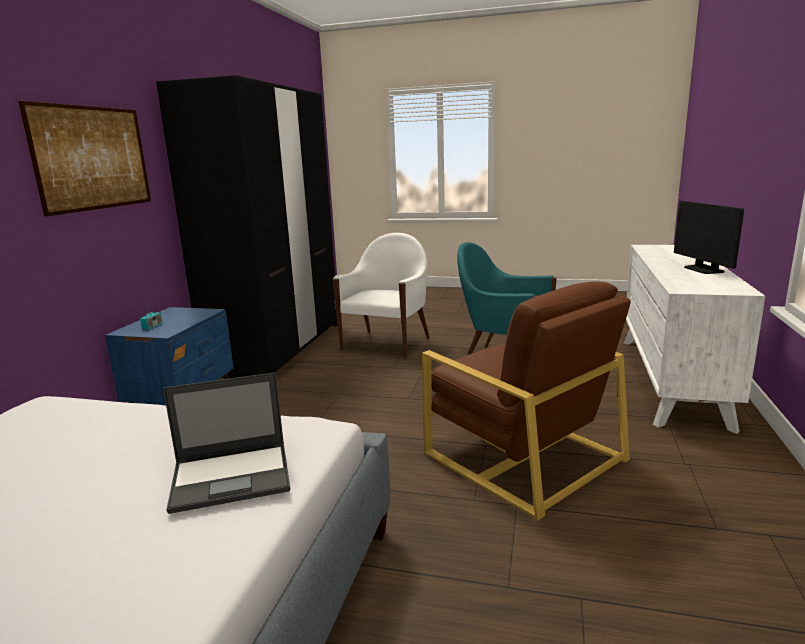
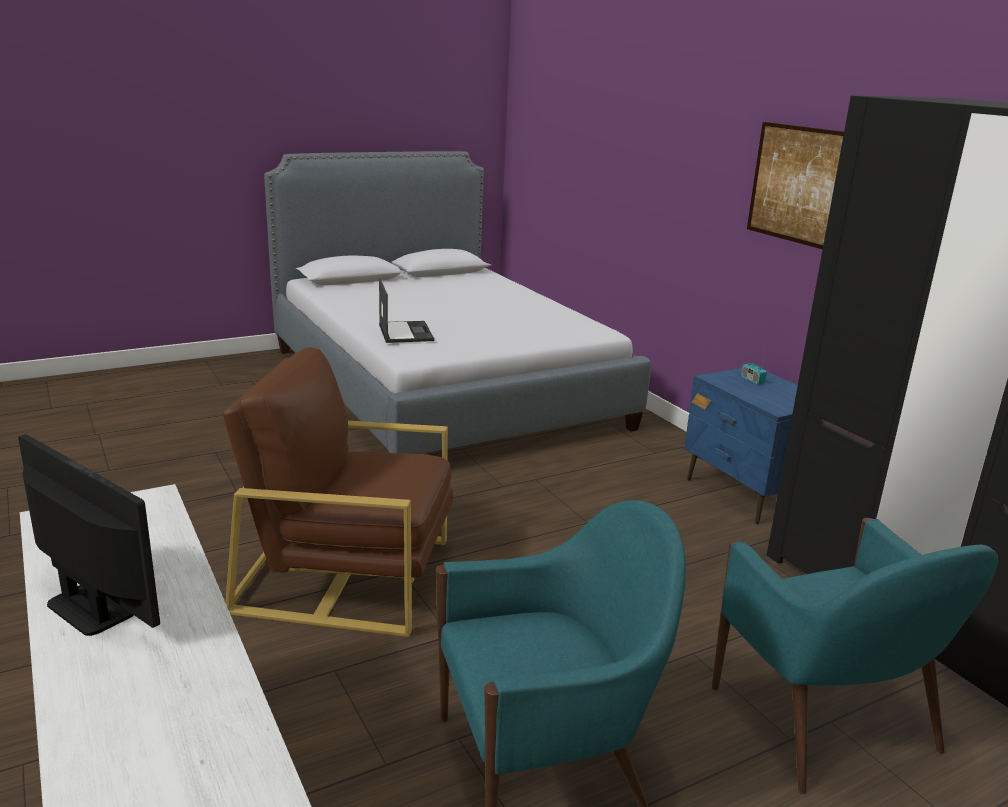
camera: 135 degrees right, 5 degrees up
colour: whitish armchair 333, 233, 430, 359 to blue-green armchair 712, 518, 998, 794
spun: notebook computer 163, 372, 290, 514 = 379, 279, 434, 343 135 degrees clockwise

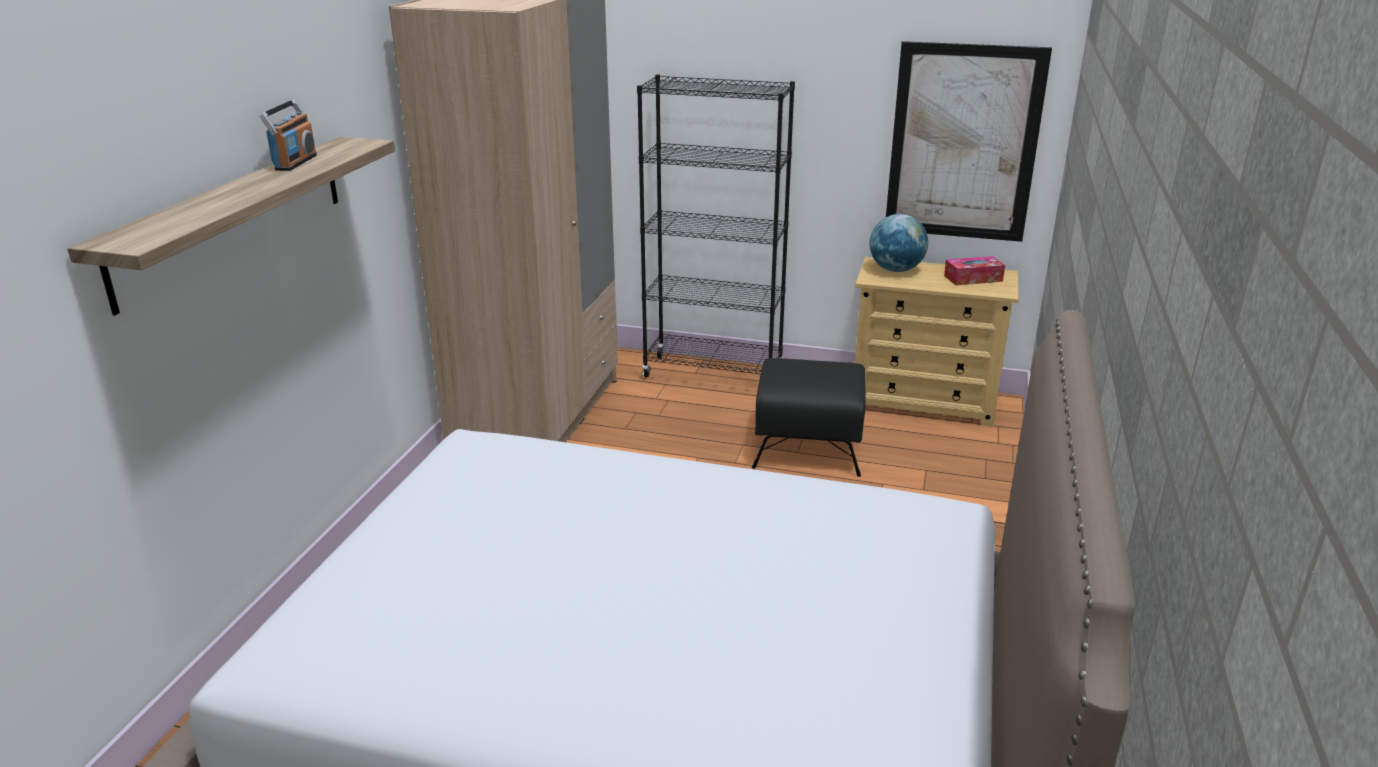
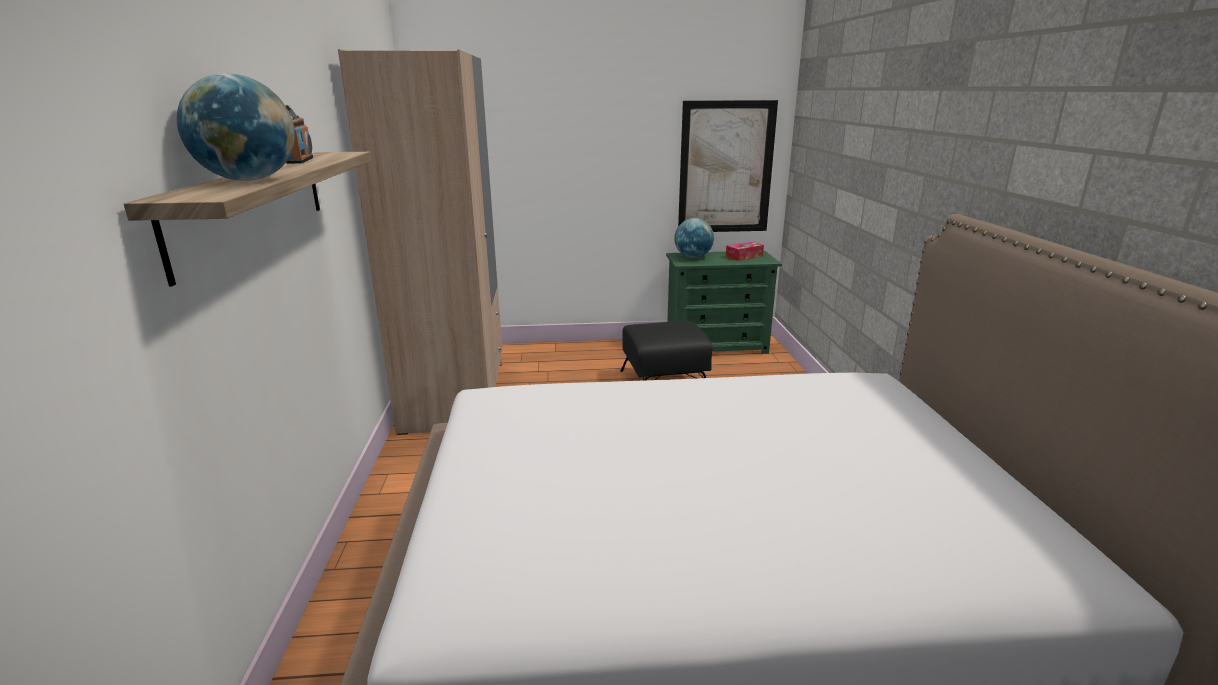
camera: 20 degrees left, 5 degrees down
missing: blackish bookshelf 637, 74, 795, 378
appeared: world globe 177, 73, 295, 181
colour: beige chest of drawers 855, 257, 1019, 427 to green chest of drawers 666, 251, 782, 354

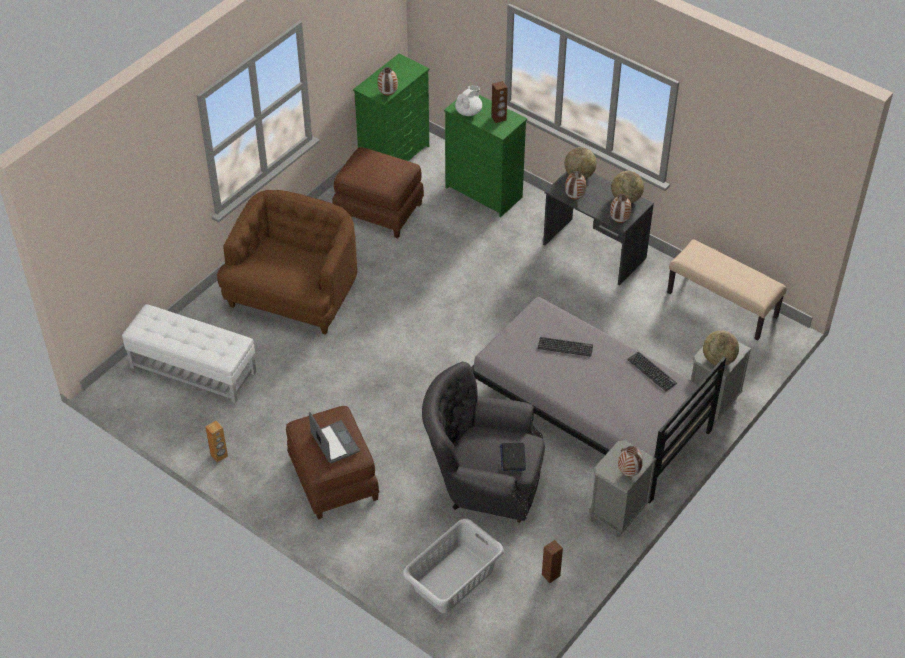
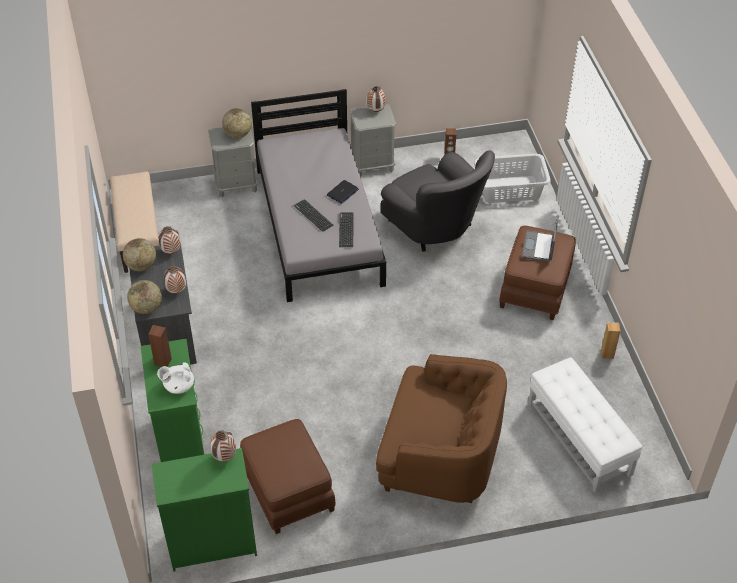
camera: 140 degrees left, 0 degrees up
relocated: keyboard 627, 352, 677, 391 to 339, 212, 354, 247; notebook computer 500, 443, 526, 471 to 327, 180, 359, 204
spun: brown-coloured armchair 217, 190, 357, 335 = 376, 354, 507, 503 135 degrees counterclockwise

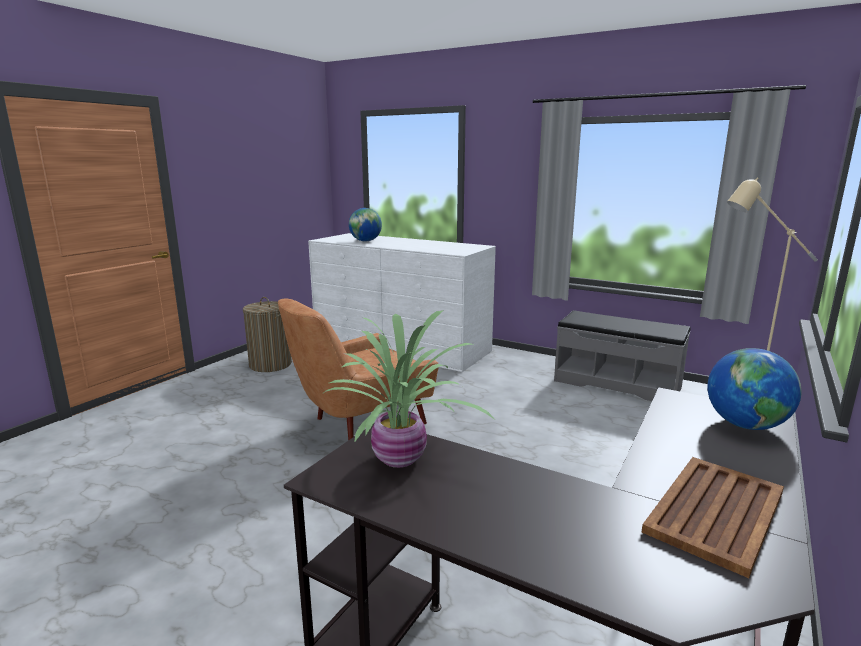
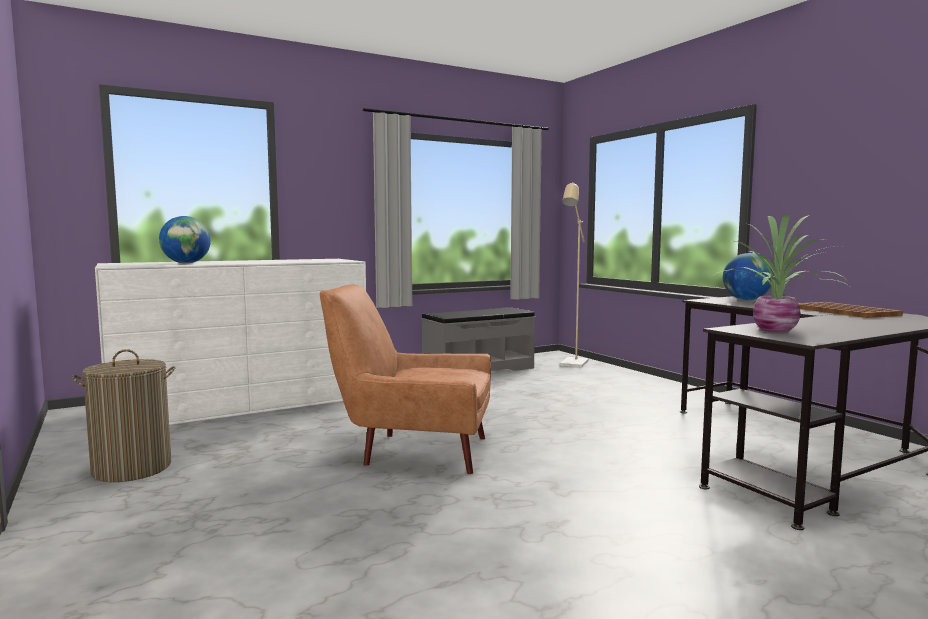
camera: 60 degrees left, 10 degrees down
spun: brown-coloured armchair 278, 299, 439, 441 = 320, 285, 491, 474 105 degrees clockwise

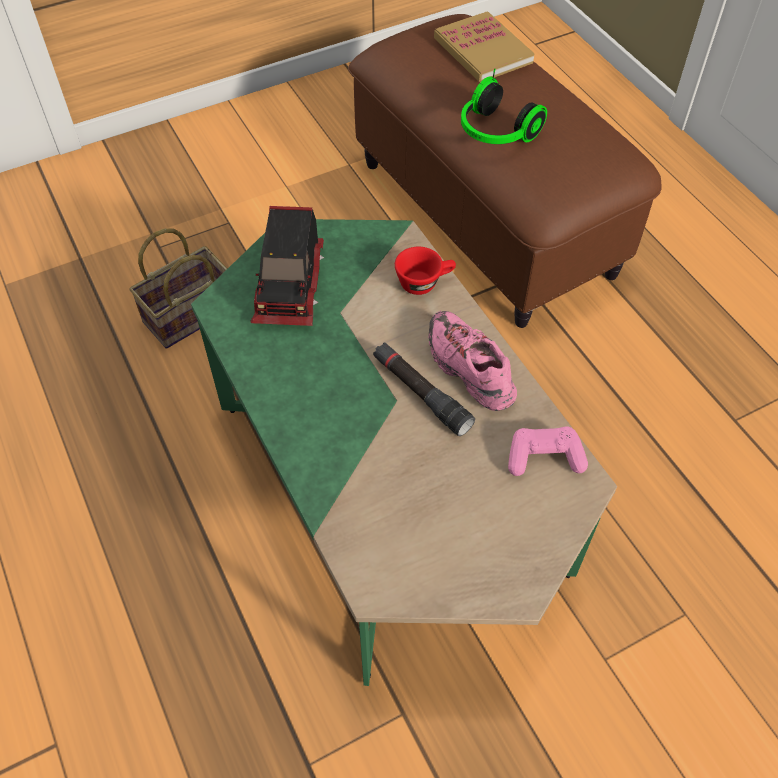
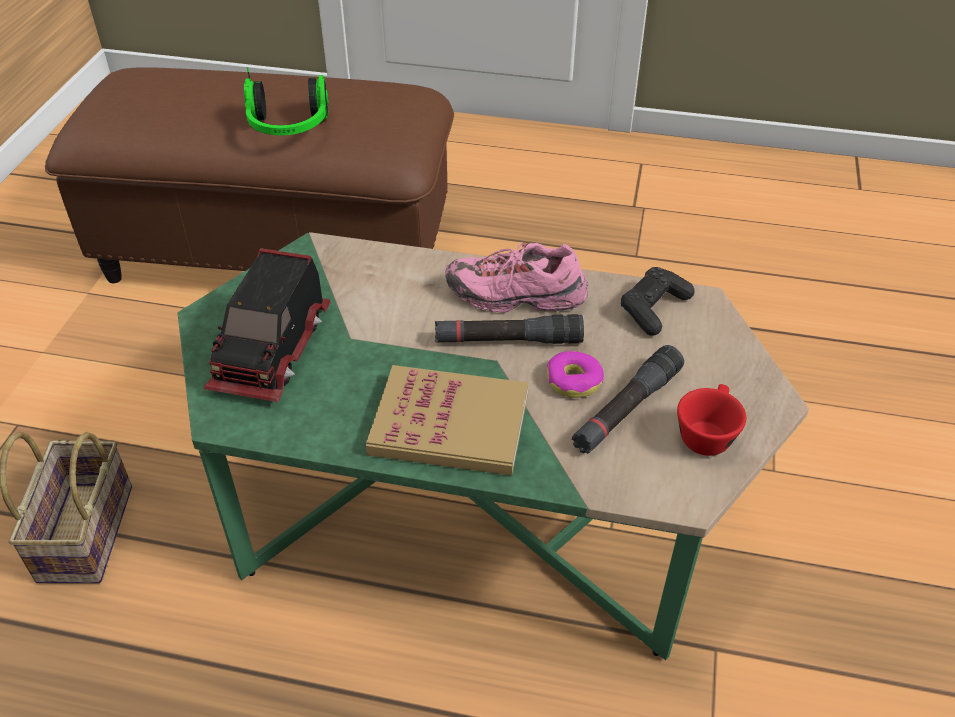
camera: 50 degrees left, 10 degrees down
appeared: blackish flashlight 572, 345, 684, 454; donut 547, 351, 604, 398
relocated: bound book 434, 11, 535, 82 to 366, 365, 528, 476; red drinking cup 395, 247, 456, 295 to 677, 384, 746, 456
colour: pink joypad 508, 426, 588, 476 to blackish joypad 621, 267, 695, 336
spun: toy lorry 250, 206, 324, 326 = 203, 248, 331, 402 60 degrees clockwise

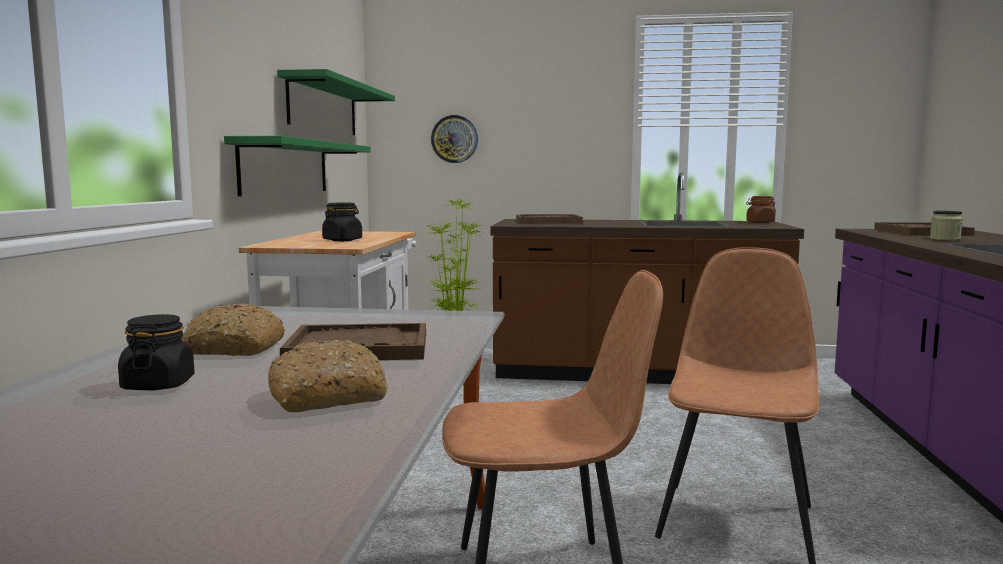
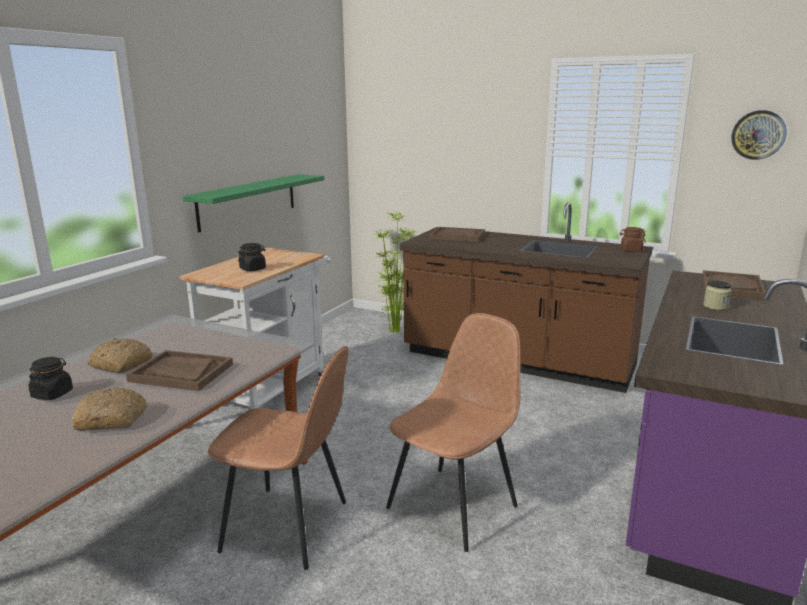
camera: 20 degrees right, 10 degrees up
missing: green wall shelf 277, 69, 395, 135
relocated: wall clock 431, 115, 478, 163 to 731, 110, 787, 160

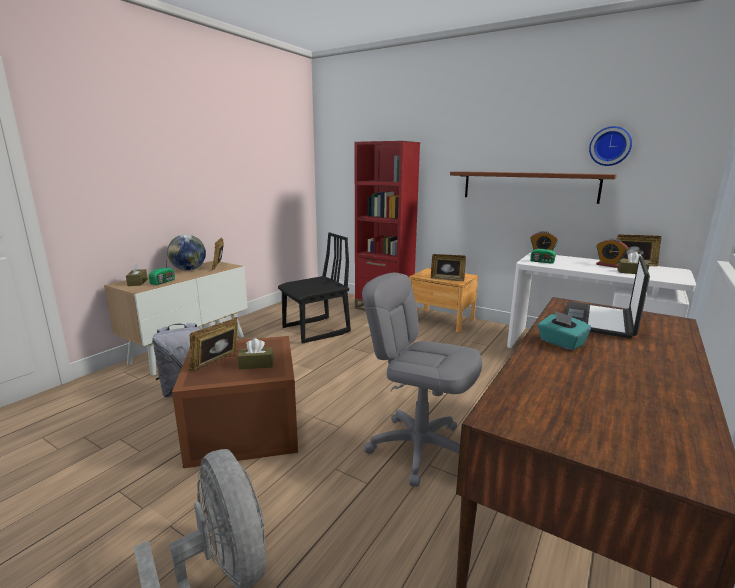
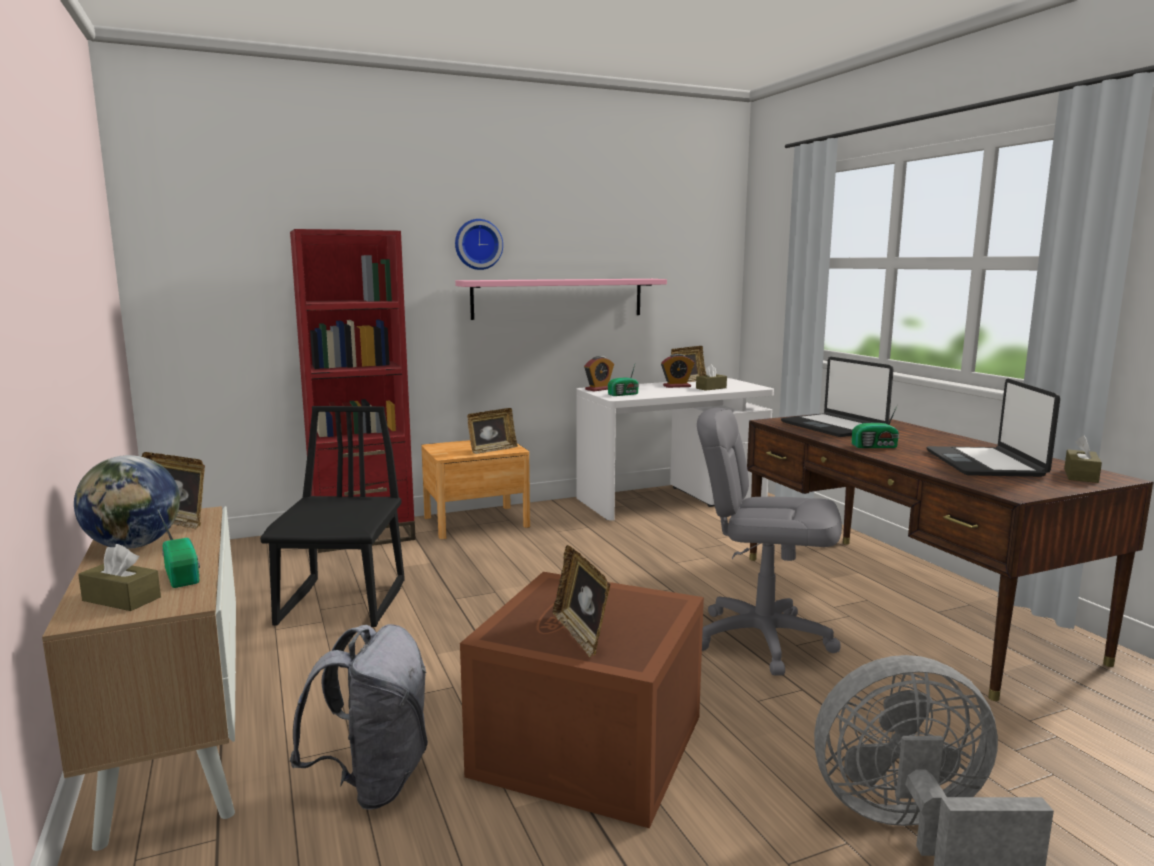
camera: 55 degrees left, 5 degrees down
appeared: notebook computer 927, 378, 1060, 477
relocated: wall clock 589, 126, 632, 166 to 455, 219, 503, 270; brown-coloured box of tissues 237, 338, 274, 369 to 1064, 436, 1102, 483
exchanged: blue-green box of tissues 538, 311, 591, 350 to radio set 852, 404, 899, 448
colour: brown-coloured wall shelf 450, 171, 617, 204 to pink wall shelf 455, 279, 667, 320
spun: grey office chair 362, 273, 482, 487 = 697, 408, 842, 675 45 degrees clockwise

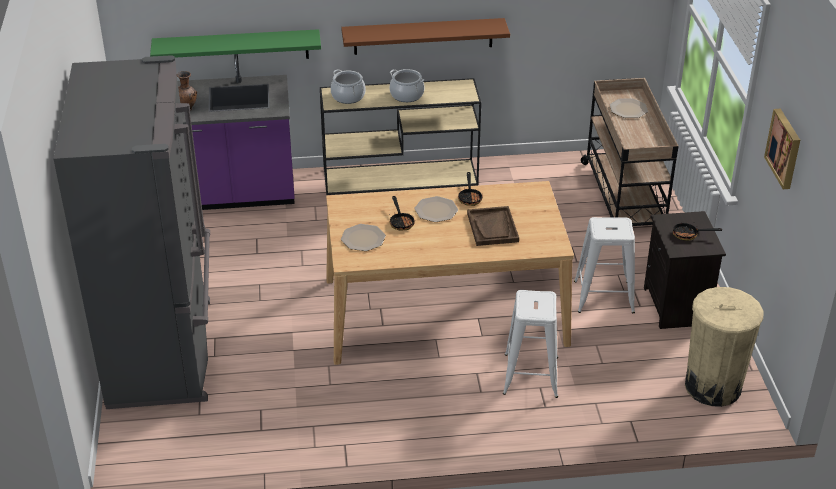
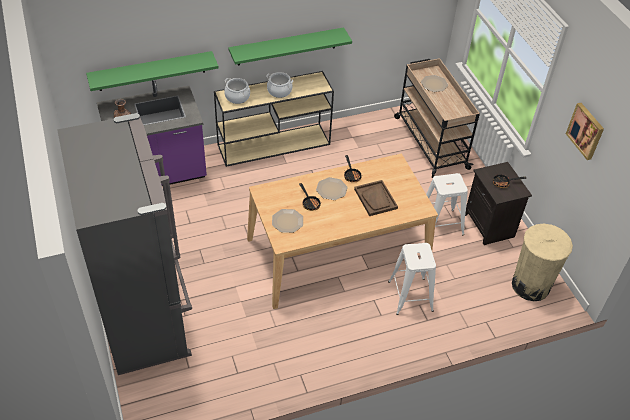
camera: 15 degrees left, 10 degrees up
colour: brown-coloured wall shelf 341, 18, 510, 55 to green wall shelf 228, 27, 352, 65

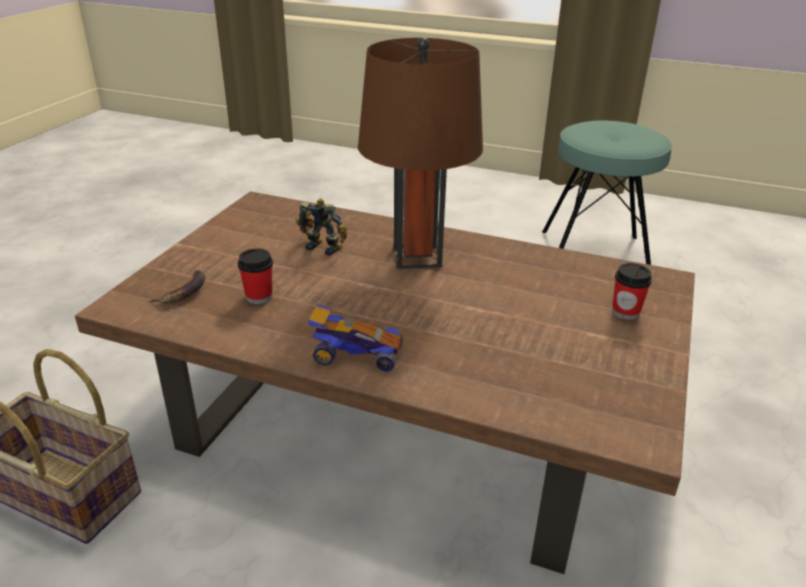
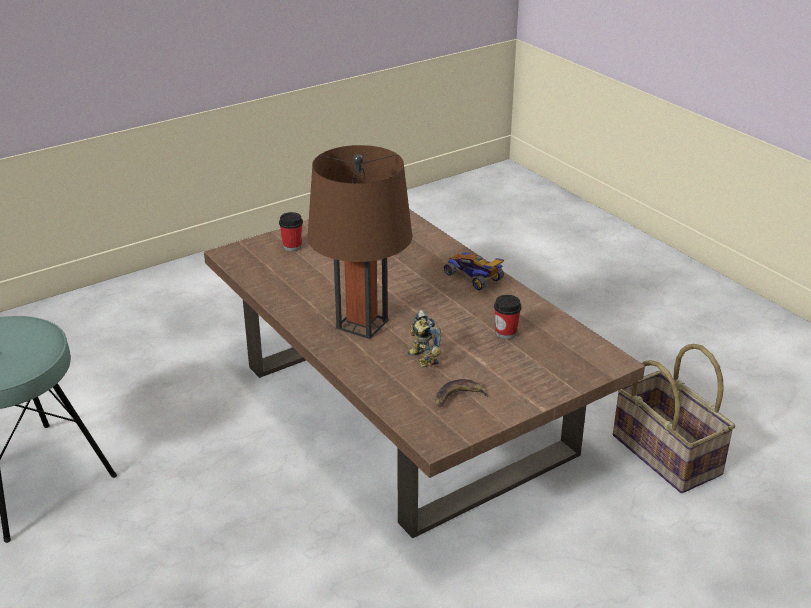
camera: 145 degrees left, 0 degrees up
relocated: banana fruit 148, 270, 205, 304 to 435, 379, 489, 407

